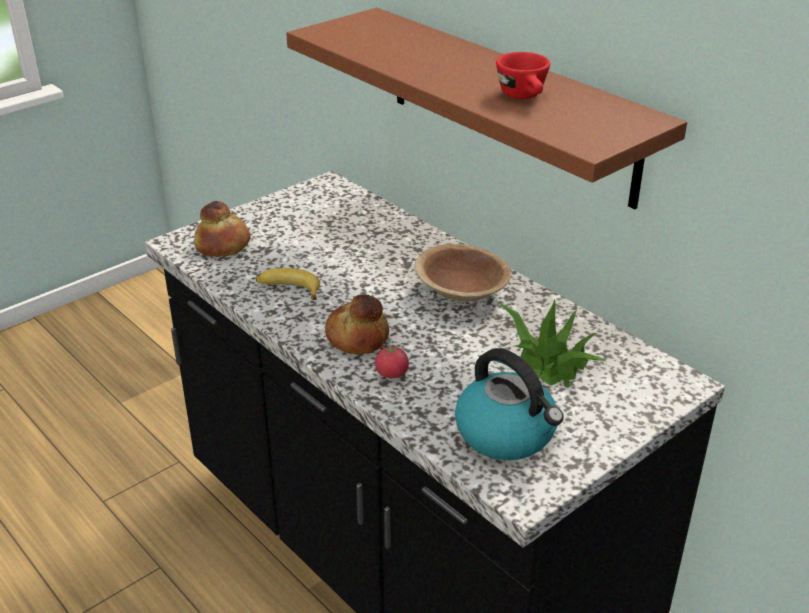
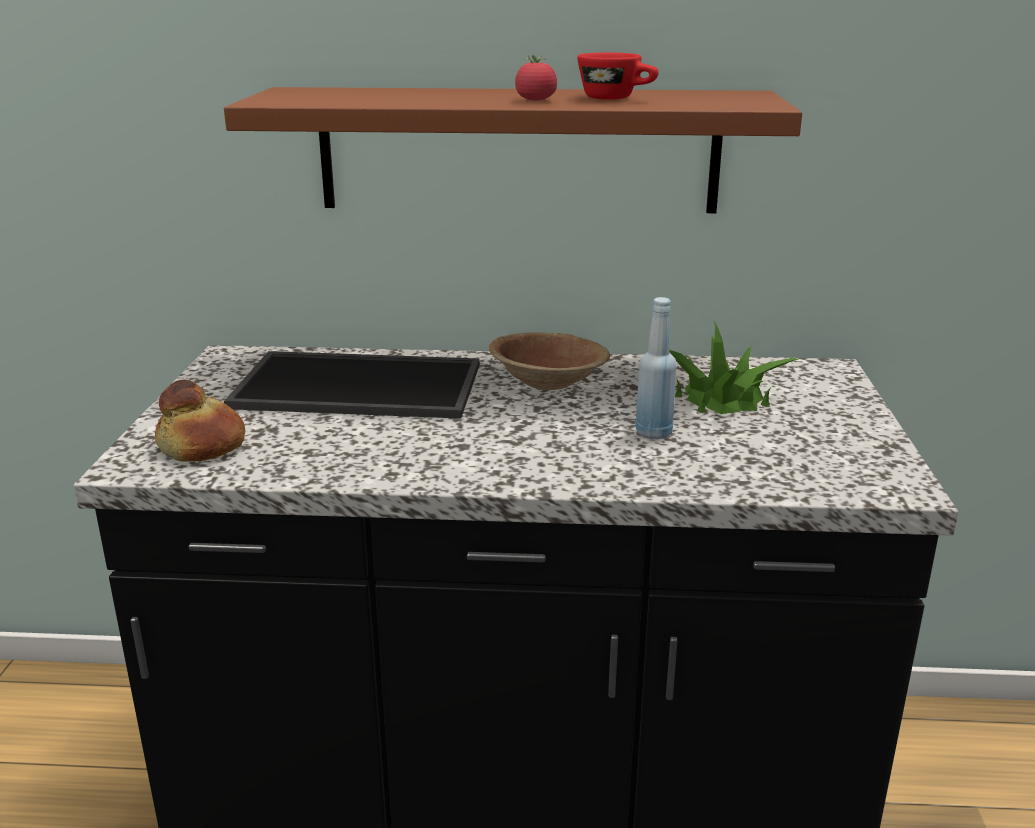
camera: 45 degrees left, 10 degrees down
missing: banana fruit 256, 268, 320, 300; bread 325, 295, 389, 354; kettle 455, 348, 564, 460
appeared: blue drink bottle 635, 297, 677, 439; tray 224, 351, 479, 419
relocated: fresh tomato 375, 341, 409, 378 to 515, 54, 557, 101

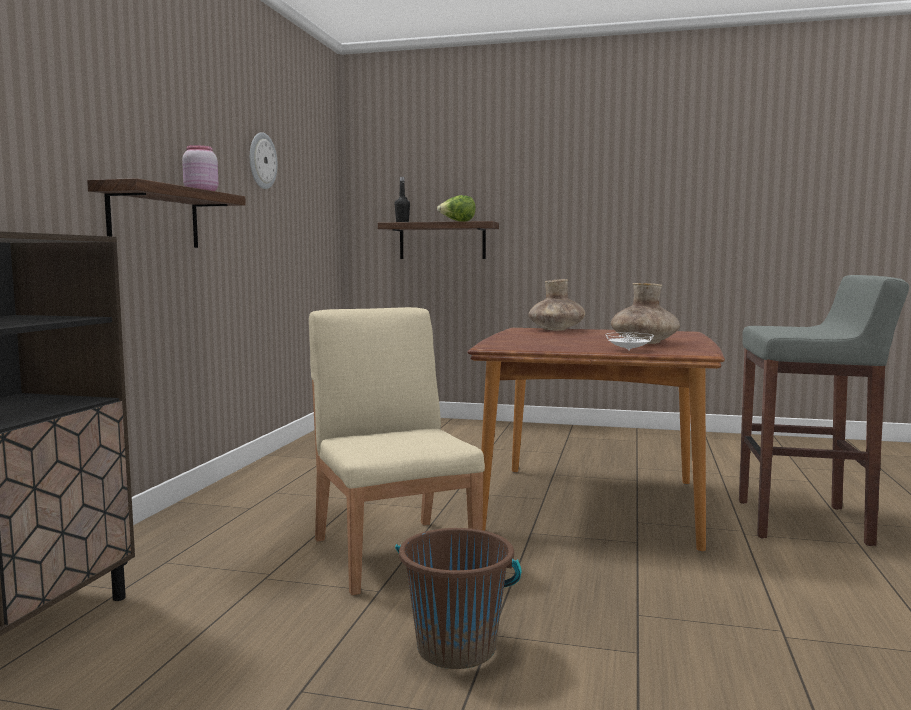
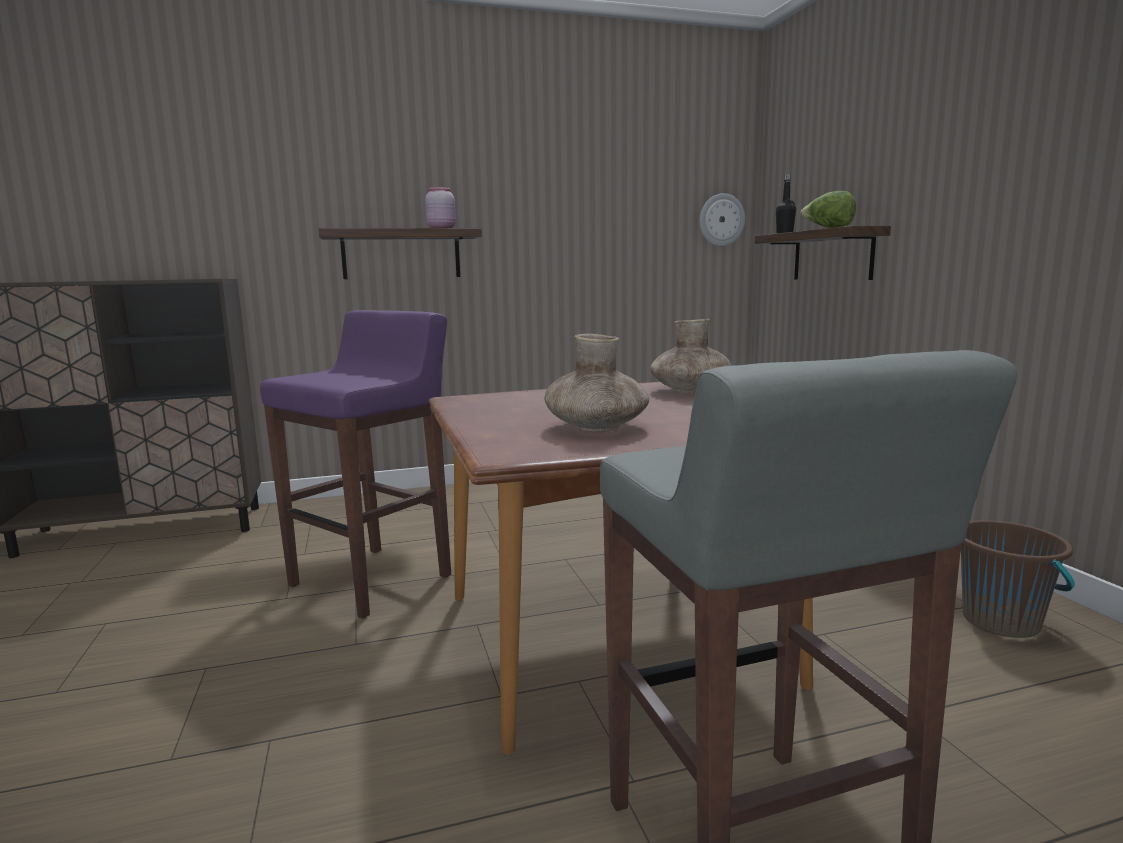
camera: 60 degrees right, 5 degrees up
missing: whitish flat dish 605, 332, 654, 351
relocated: wall clock 250, 132, 277, 189 to 700, 193, 745, 246; brown-coloured water bucket 395, 528, 522, 669 to 961, 520, 1075, 638
exchanged: beige plain chair 309, 307, 485, 595 to purple stool seat 260, 310, 451, 619

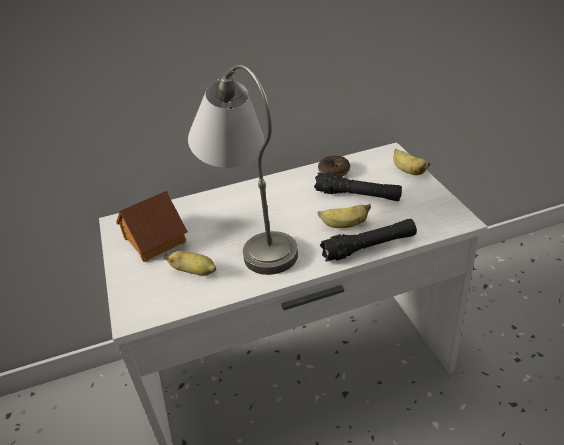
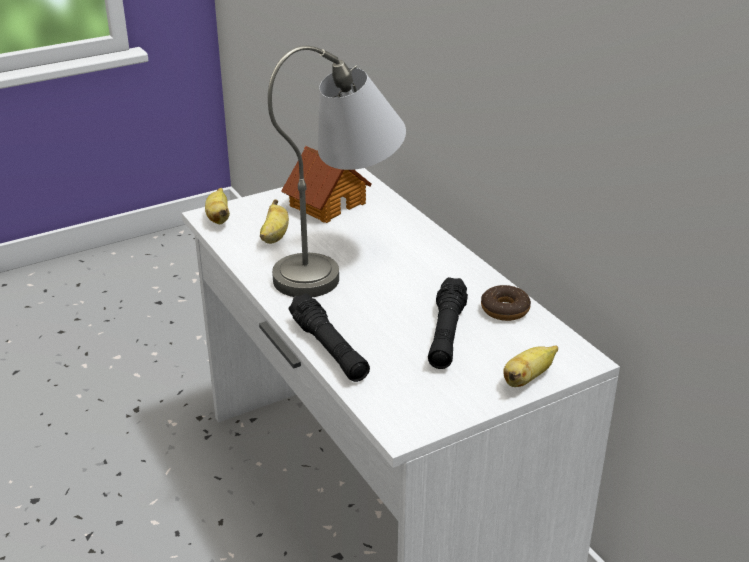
camera: 75 degrees right, 5 degrees down
relocated: banana fruit 317, 204, 371, 228 to 205, 188, 230, 224

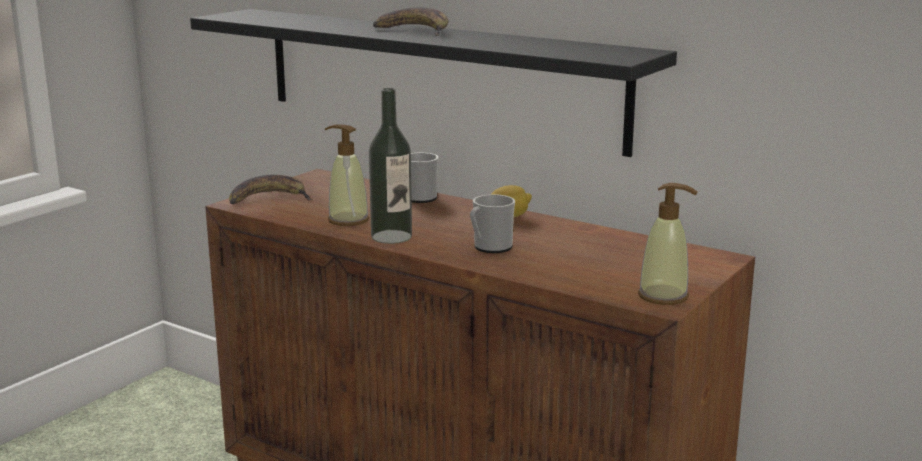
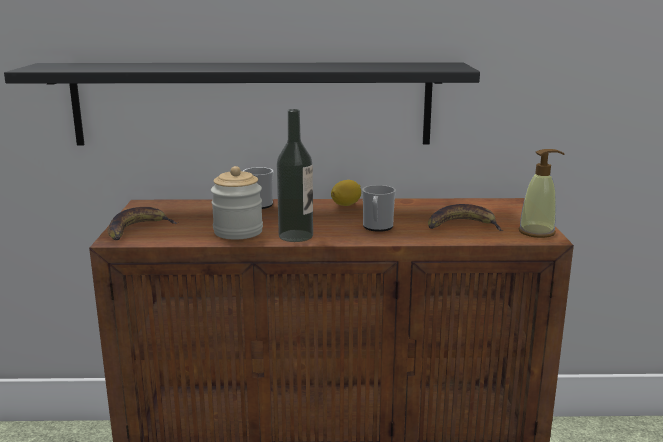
camera: 35 degrees left, 0 degrees up
relocated: banana fruit 373, 7, 448, 36 to 428, 204, 503, 231
exchanged: soap dispenser 325, 125, 369, 226 to storage jar 211, 166, 263, 239

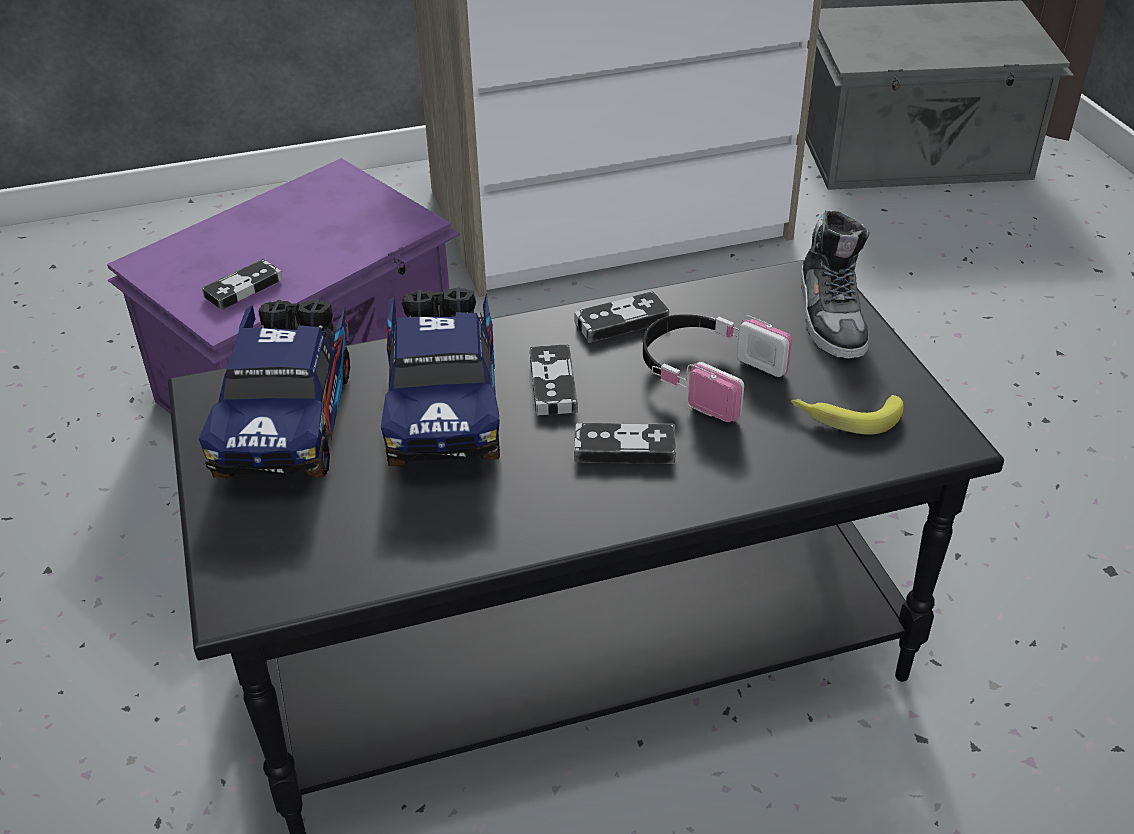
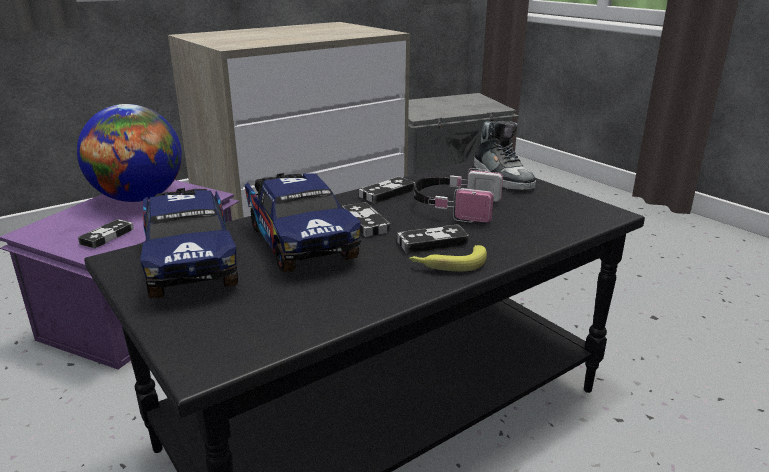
camera: 20 degrees left, 15 degrees down
appeared: world globe 77, 104, 182, 202
relocated: banana fruit 791, 395, 904, 435 to 409, 245, 487, 271

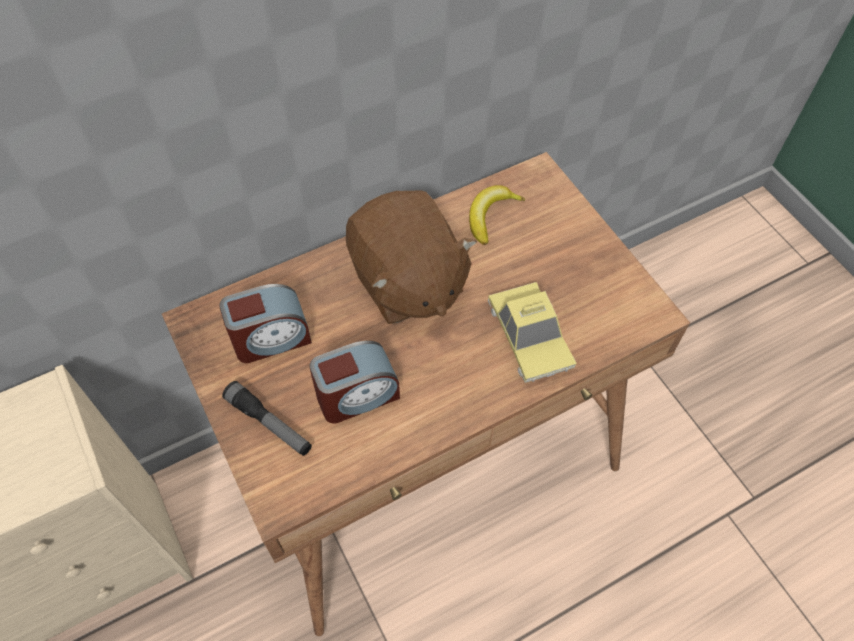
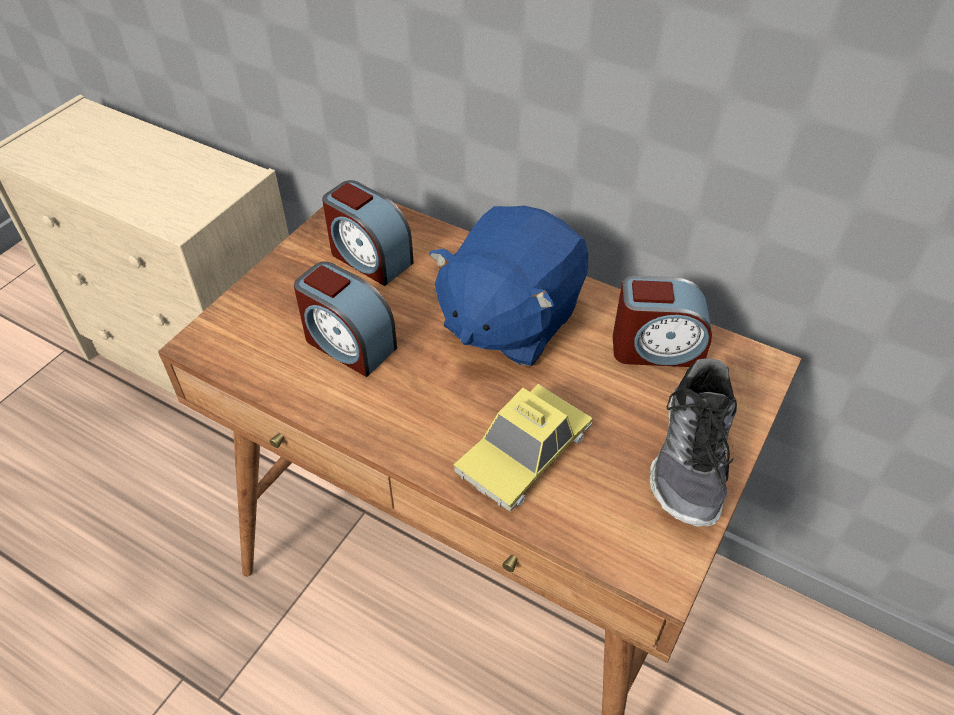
camera: 60 degrees right, 10 degrees down
missing: flashlight 222, 381, 312, 456
appeared: shoe 650, 359, 737, 527
exchanged: banana fruit 469, 185, 525, 245 to table clock 613, 275, 712, 367
colour: brown-coloured plush toy 346, 190, 477, 324 to blue plush toy 429, 206, 588, 366

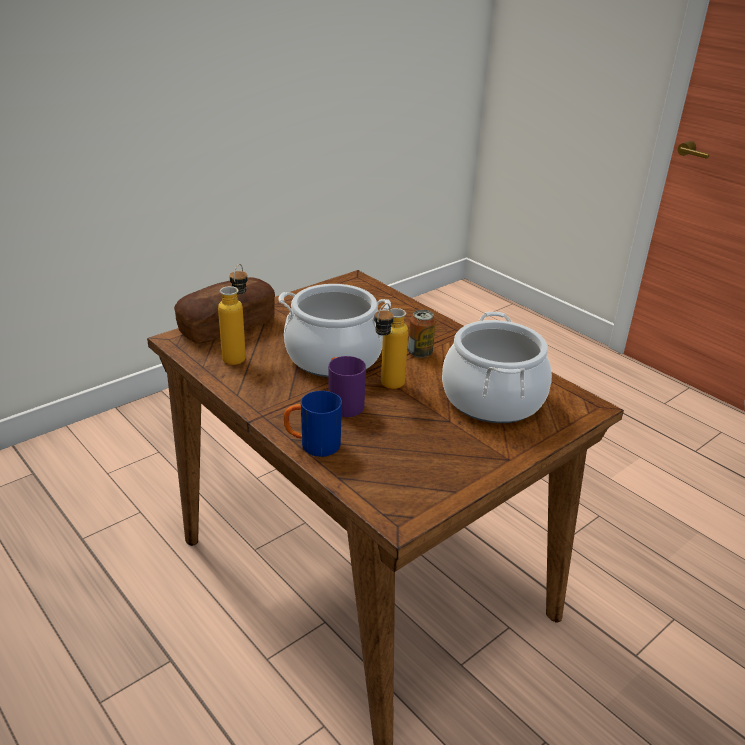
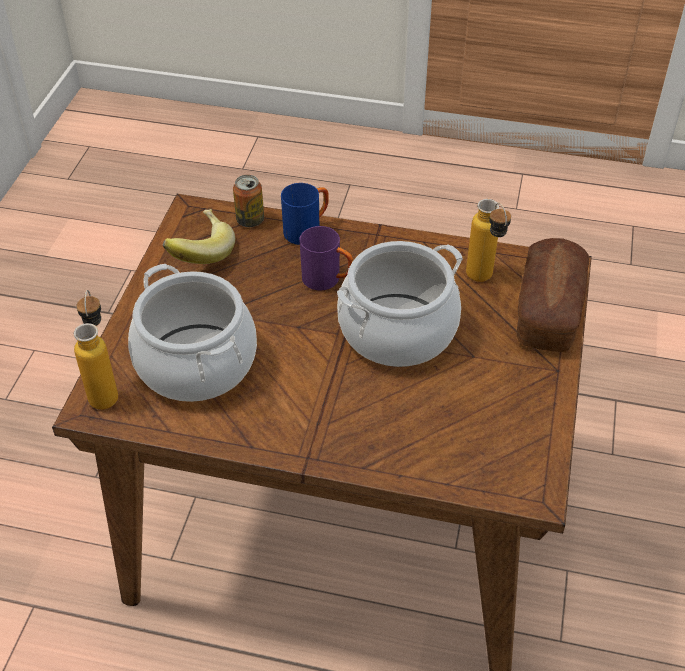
camera: 145 degrees right, 15 degrees up
appeared: banana fruit 163, 209, 235, 264
relocated: drink bottle 374, 303, 408, 389 to 74, 290, 118, 410; can 408, 310, 436, 358 to 233, 175, 264, 227

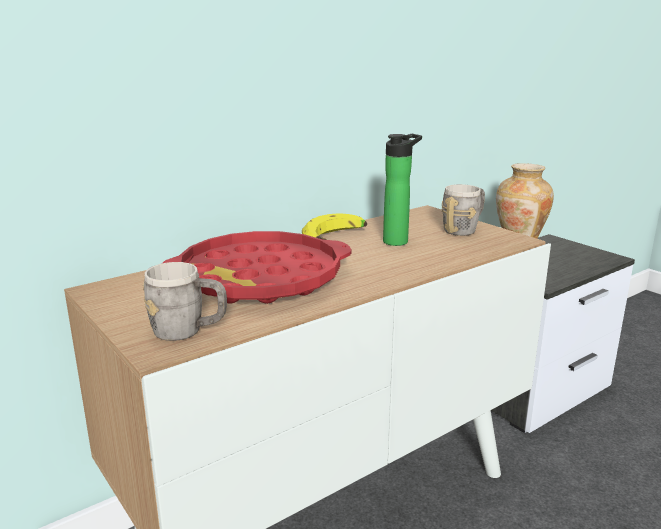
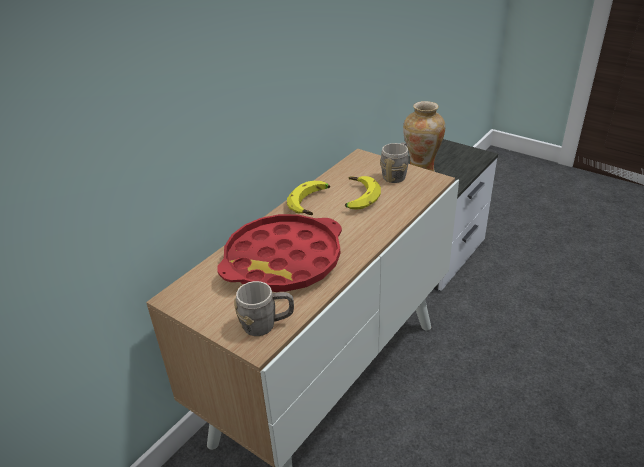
camera: 15 degrees left, 15 degrees up
exchanged: drink bottle 383, 134, 422, 246 to banana fruit 345, 176, 381, 210

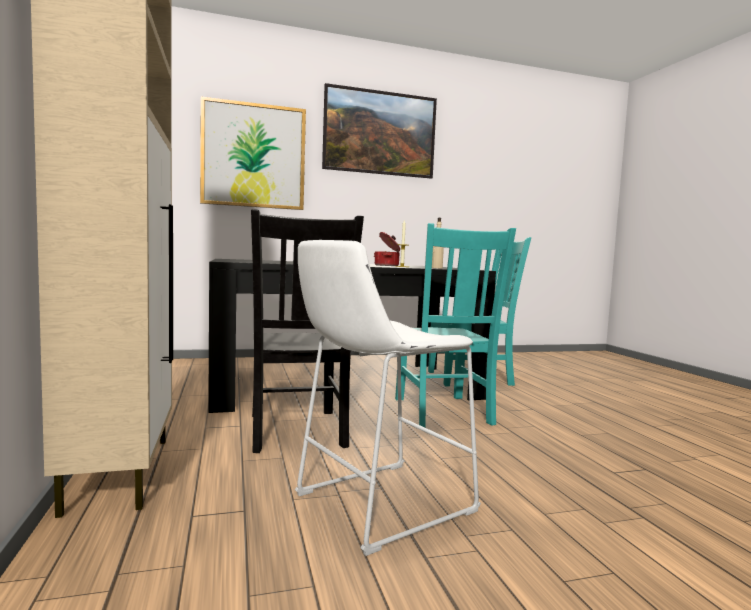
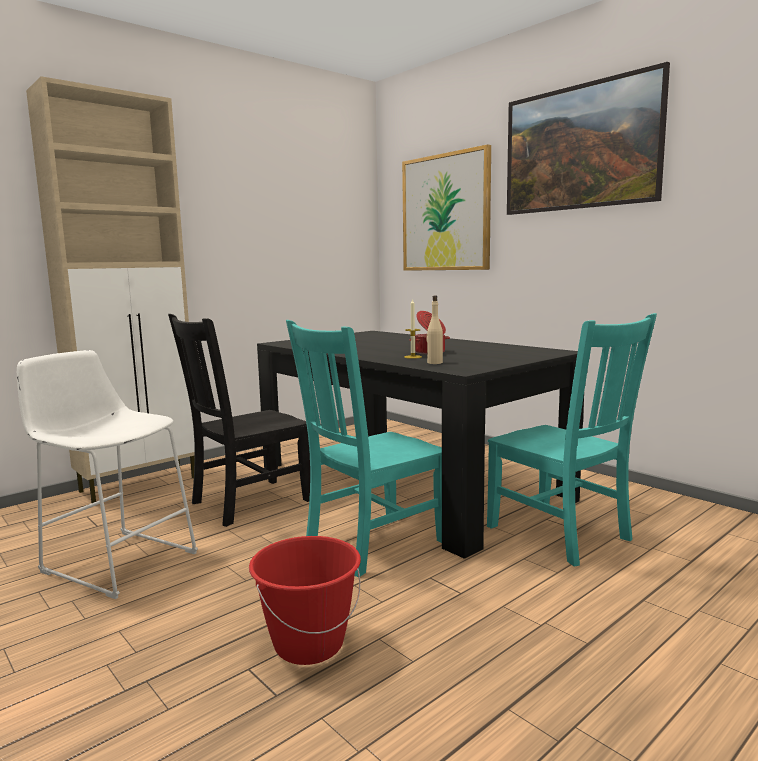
camera: 65 degrees right, 5 degrees up
appeared: red water bucket 249, 536, 361, 665

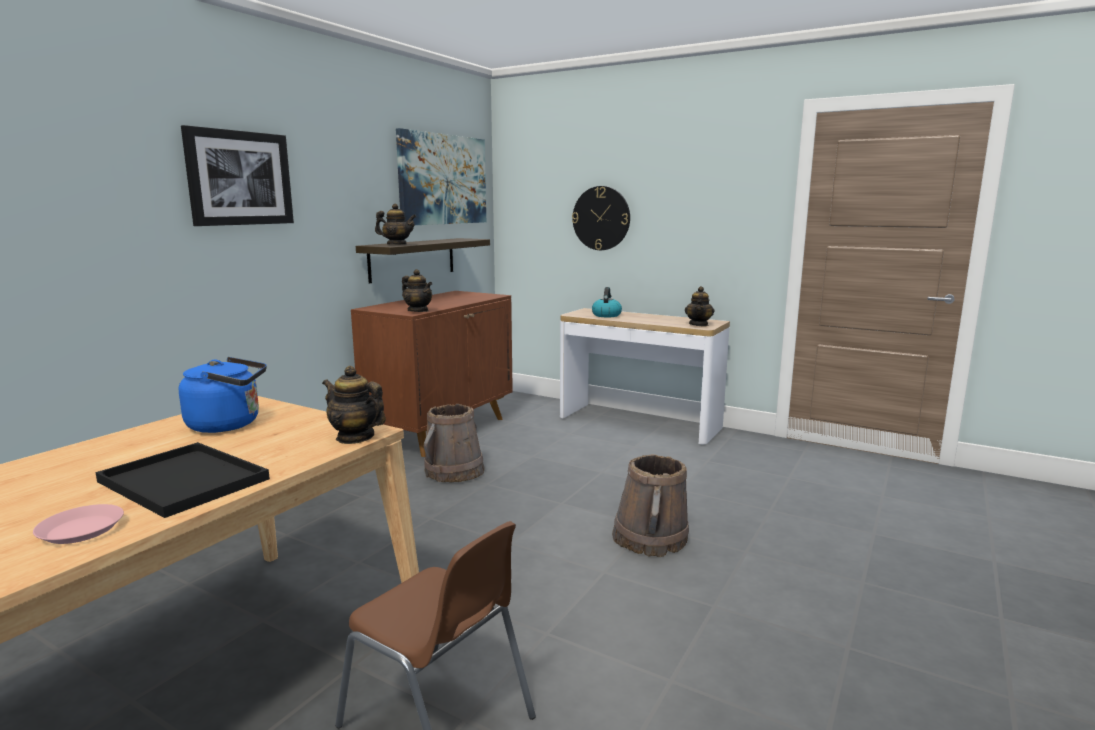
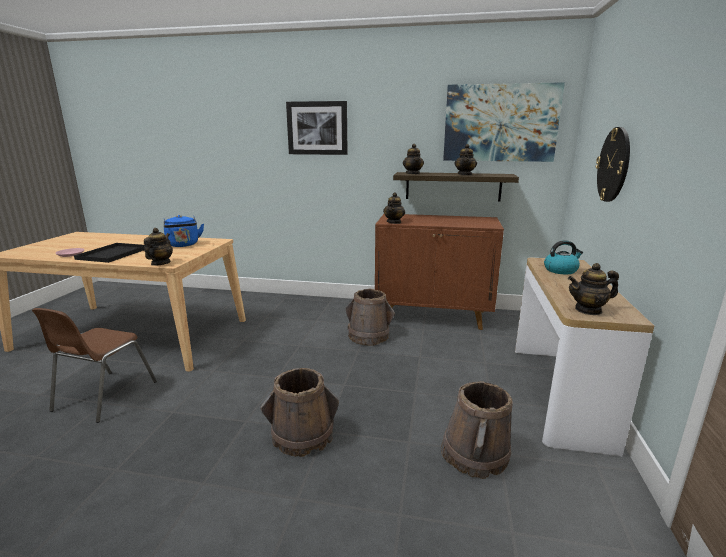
camera: 70 degrees right, 5 degrees up
appeared: pot for tea 454, 144, 477, 175; brown-coloured water bucket 441, 381, 513, 479

